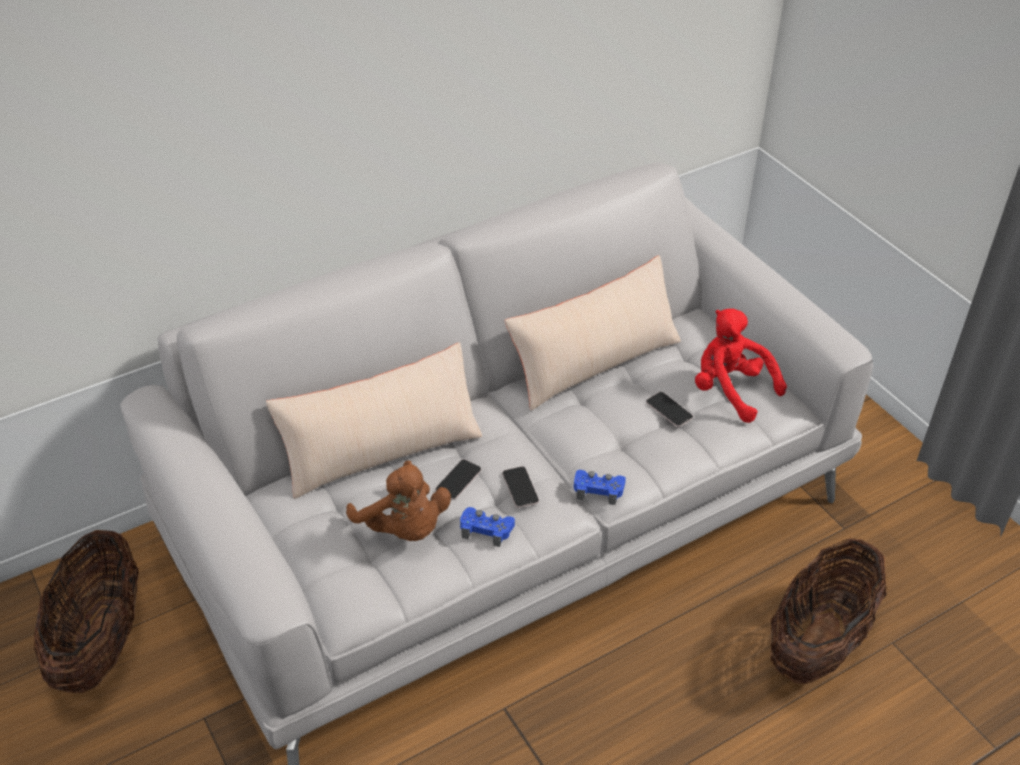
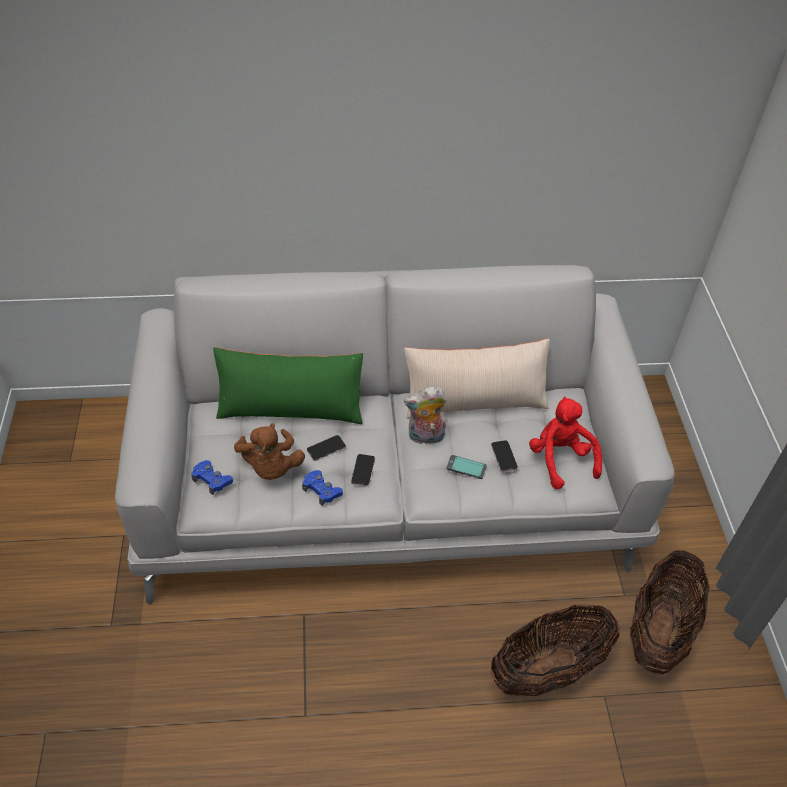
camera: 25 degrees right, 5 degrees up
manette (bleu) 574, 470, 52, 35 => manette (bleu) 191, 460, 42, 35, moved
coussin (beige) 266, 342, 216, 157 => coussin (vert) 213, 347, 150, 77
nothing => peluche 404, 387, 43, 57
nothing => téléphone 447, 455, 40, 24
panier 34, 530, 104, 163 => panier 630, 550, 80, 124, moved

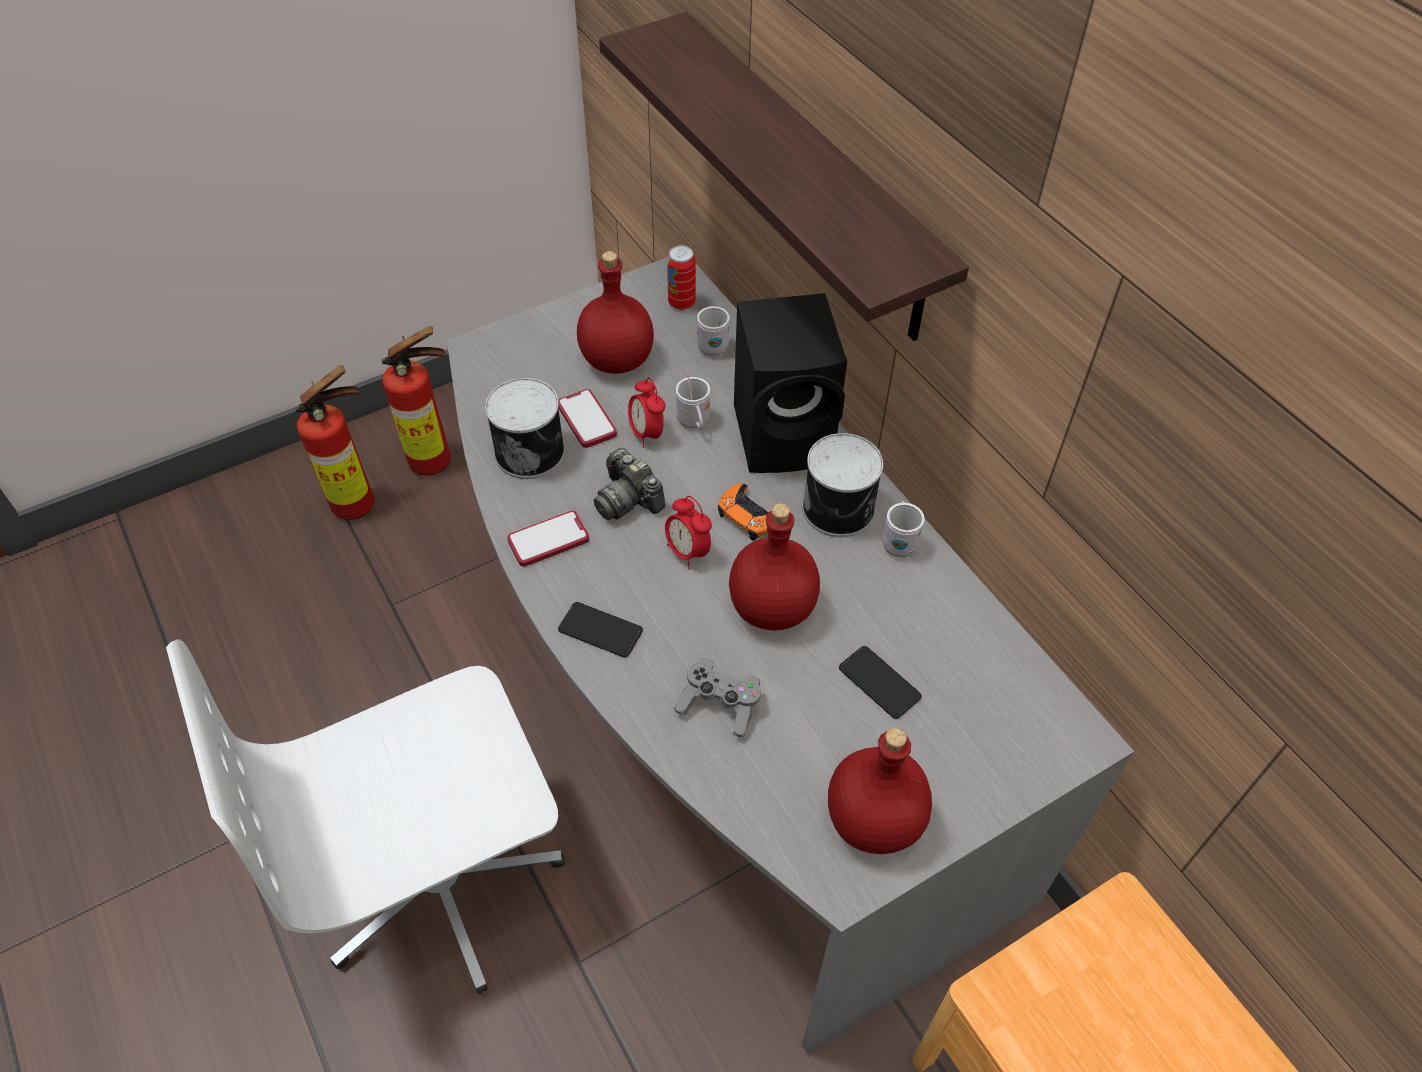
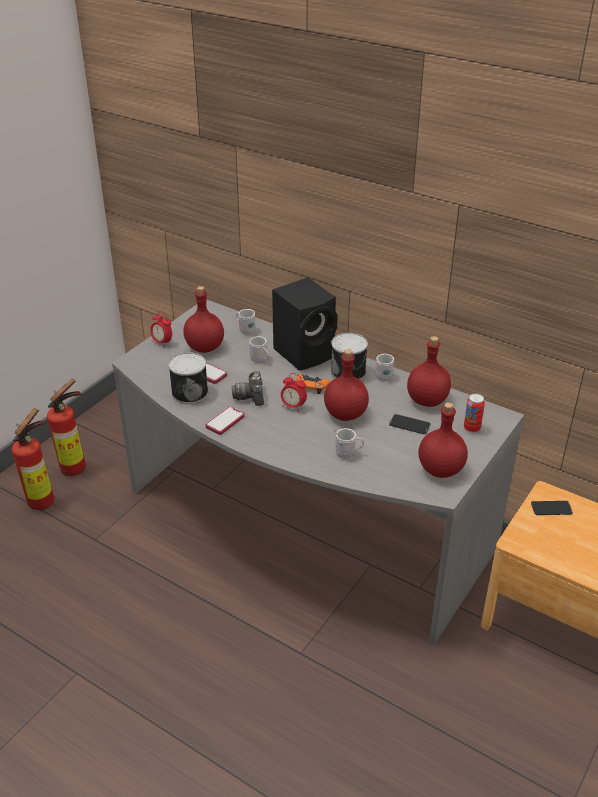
camera: 25 degrees left, 15 degrees down
réveil 628, 378, 37, 70 => réveil 150, 311, 22, 35, moved
appareil photo 593, 448, 73, 72 => appareil photo 231, 371, 33, 35, 60 degrees clockwise
manette (gris) 674, 659, 87, 78 => mug (blanc) 334, 428, 30, 31
nothing => bouteille (rouge) 407, 336, 44, 71
boîte métallique 667, 245, 29, 65 => boîte métallique 464, 393, 21, 40, moved
téléphone 558, 602, 85, 55 => téléphone 531, 501, 42, 14, moved
chaise de bureau (blanc) 166, 639, 399, 355 => nothing
étagère 599, 12, 370, 329 => nothing

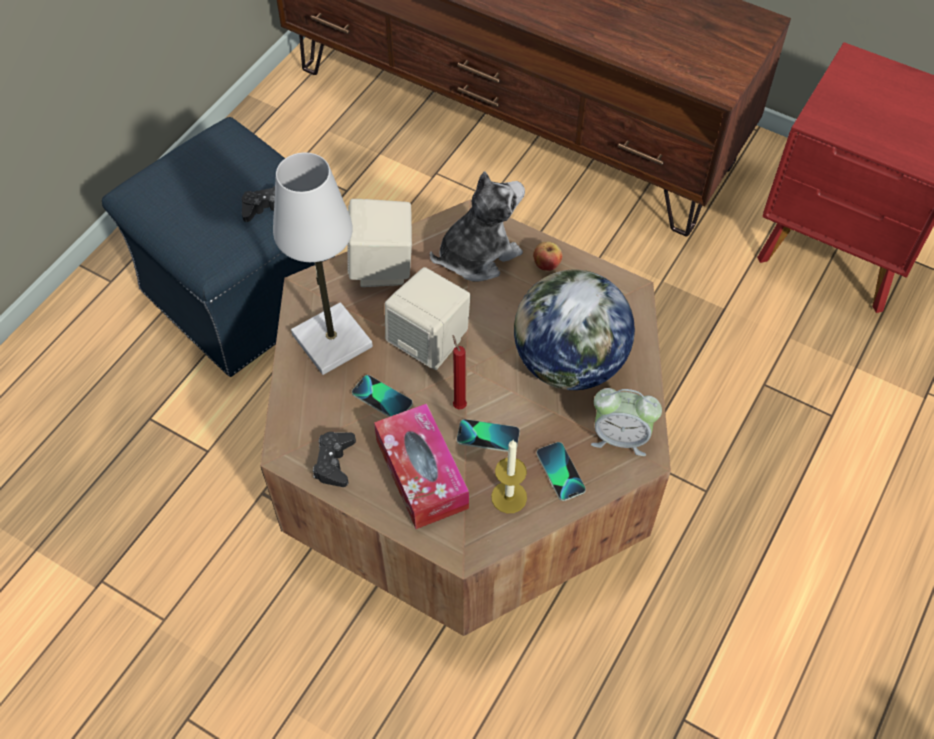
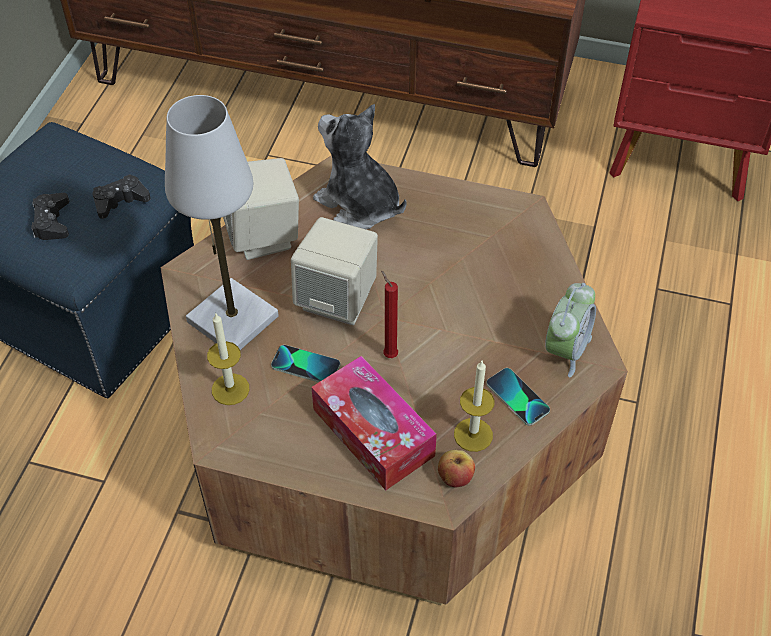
camera: 15 degrees left, 5 degrees down
manette (noir) 313, 432, 43, 55 => manette (noir) 31, 193, 38, 47, moved
nothing => bougie 207, 314, 42, 91
peluche 430, 171, 95, 110 => peluche 313, 104, 94, 125, 90 degrees counterclockwise
pomme 533, 241, 30, 30 => pomme 438, 450, 37, 37, moved
réveil 591, 388, 71, 68 => réveil 545, 283, 51, 94, 60 degrees counterclockwise
téléphone 457, 419, 63, 33 => nothing
globe 514, 270, 121, 120 => nothing

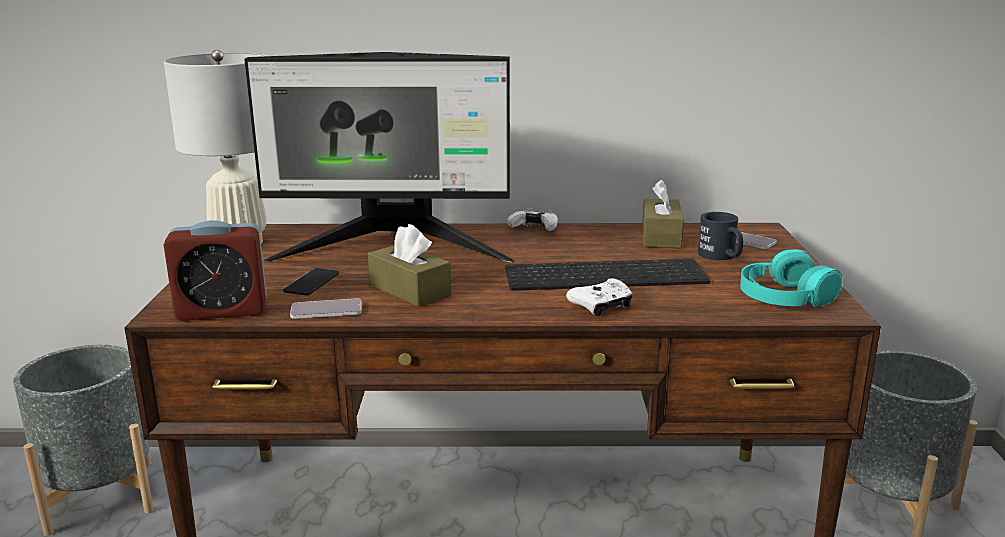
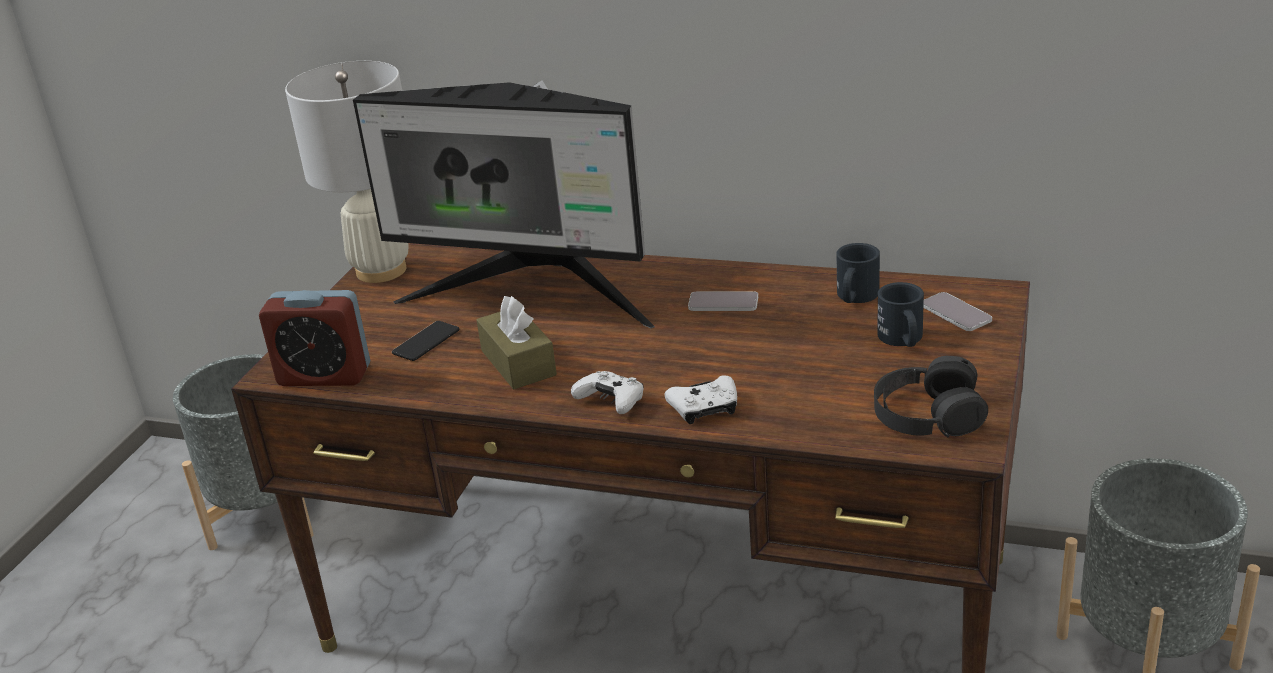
camera: 20 degrees right, 10 degrees up
manette (blanc) 507, 208, 51, 23 => manette (blanc) 571, 371, 73, 43, moved
téléphone 290, 299, 72, 20 => téléphone 688, 291, 70, 20, moved
boîte à mouchoirs (marron) 642, 180, 42, 68 => mug (noir) 836, 243, 44, 60
casque audio (turquoise) 740, 249, 103, 58 => casque audio (noir) 874, 356, 114, 81
clavier 505, 259, 205, 32 => nothing

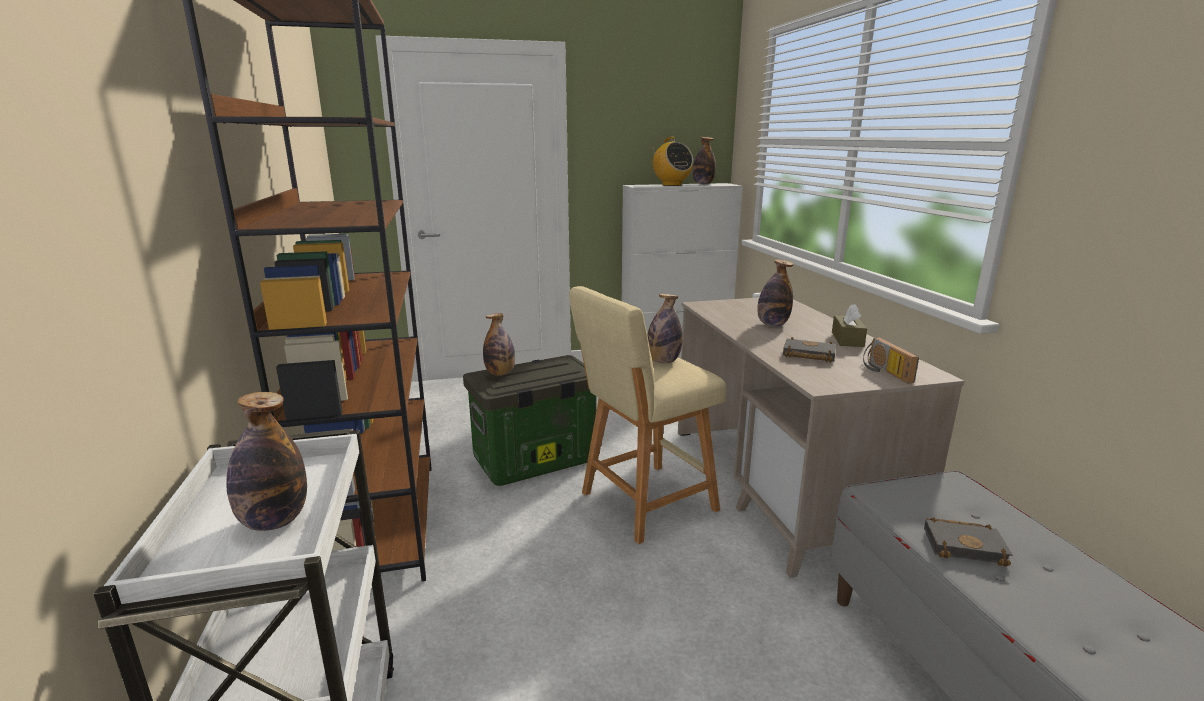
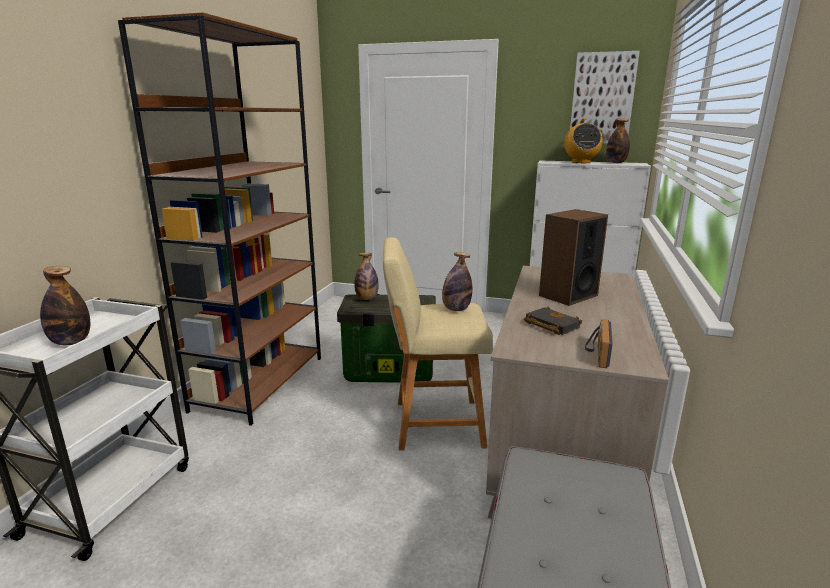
camera: 30 degrees right, 0 degrees up
bouteille 757, 259, 36, 68 => enceinte 539, 209, 69, 97
nothing => tableau 570, 51, 70, 93
boîte à mouchoirs (marron) 832, 304, 35, 43 => nothing
livre (noir) 924, 518, 88, 48 => nothing

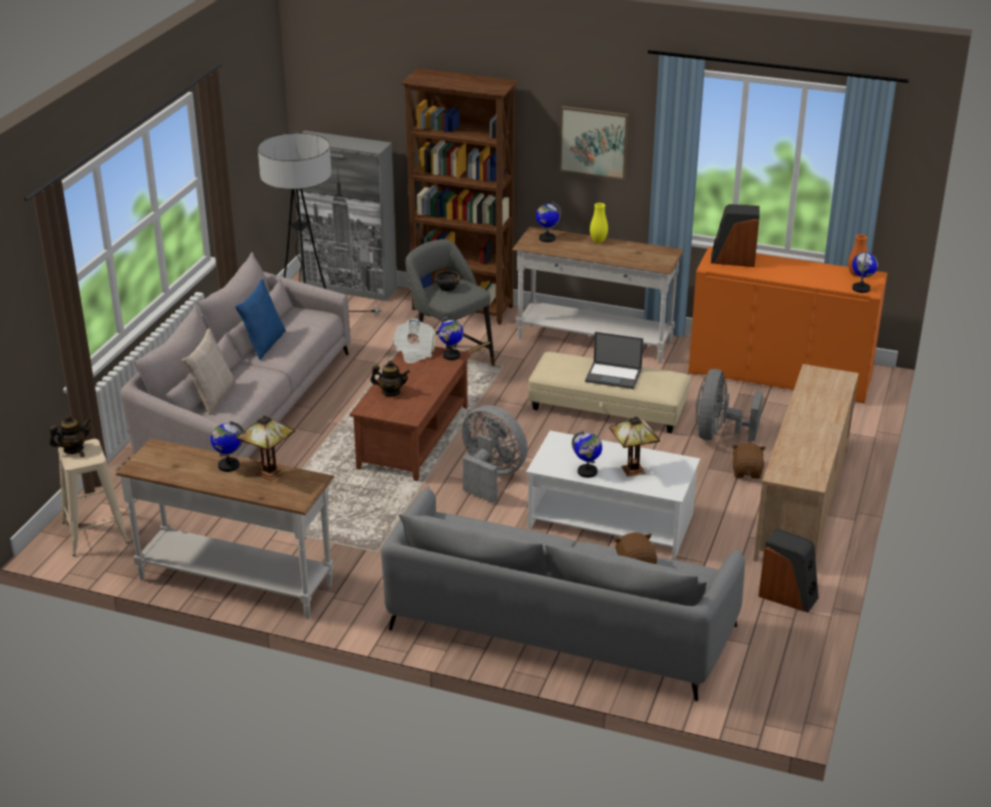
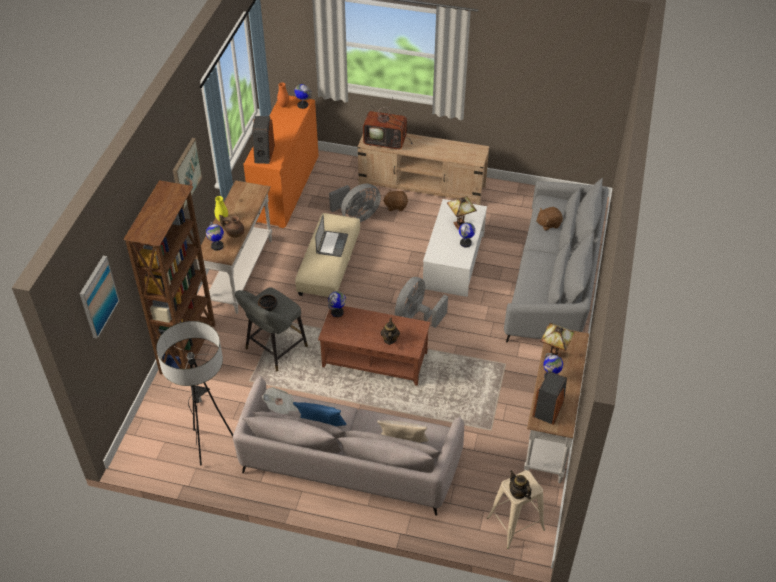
camera: 95 degrees left, 15 degrees up
nothing => tableau 80, 256, 40, 83
nothing => théière (marron) 219, 215, 25, 23
journal 393, 318, 43, 46 => journal 262, 387, 36, 27, moved
ventilateur (gris) 695, 369, 68, 72 => ventilateur (gris) 329, 183, 52, 39, 45 degrees counterclockwise
nothing => téléviseur 363, 102, 50, 48
enceinte 758, 528, 60, 85 => enceinte 533, 371, 34, 54, moved
meuble de rangement (gris) 295, 131, 102, 170 => nothing

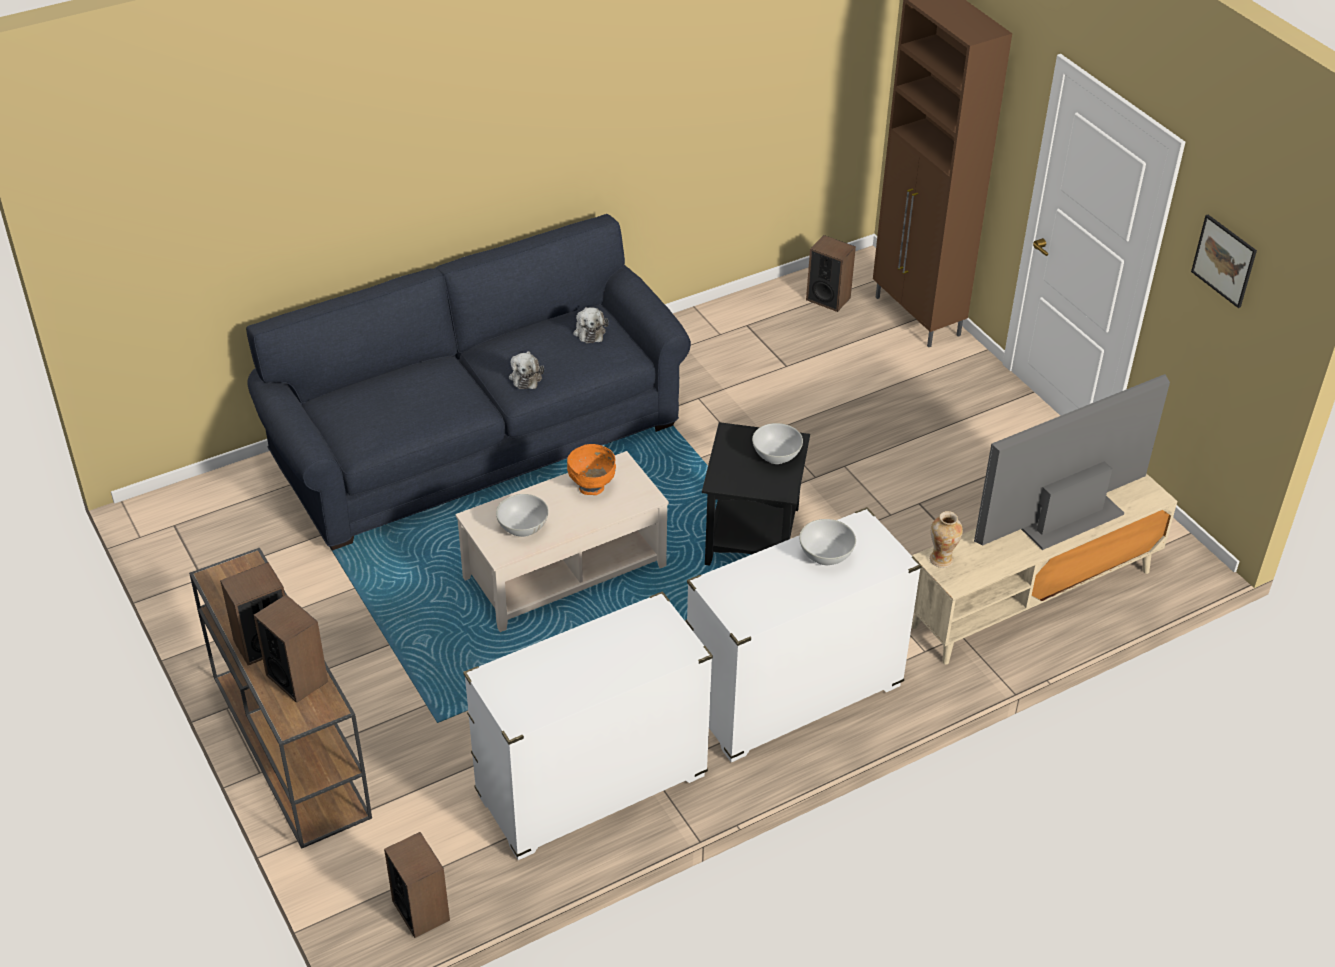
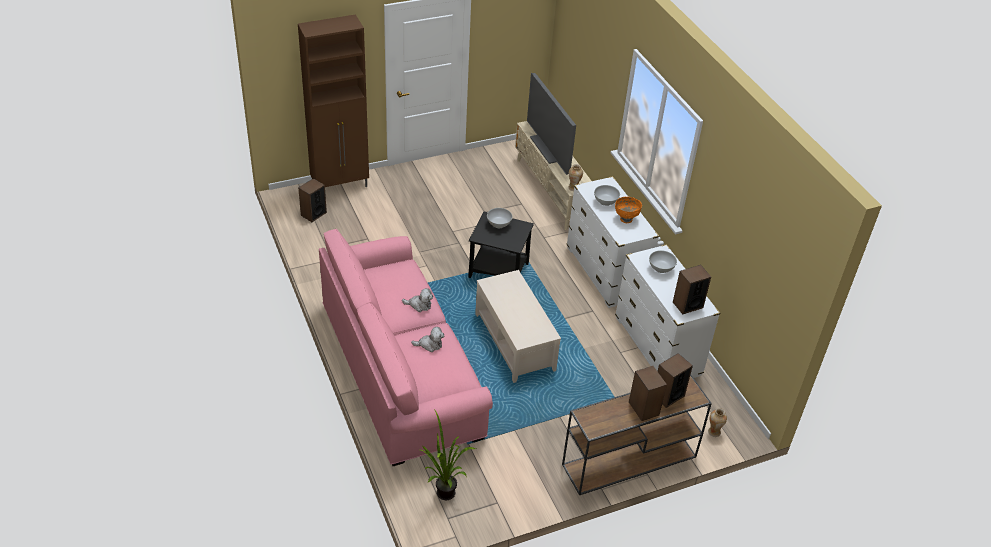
camera: 85 degrees left, 0 degrees up
canapé (bleu) 246, 214, 445, 337 => canapé (rose) 319, 229, 174, 237
peluche 573, 307, 35, 36 => peluche 411, 327, 33, 25, moved
nothing => plante en pot 421, 411, 55, 89
bol (orange) 567, 444, 49, 51 => bol (orange) 615, 197, 27, 26, moved
bol (blanc) 496, 494, 53, 43 => bol (blanc) 649, 250, 28, 23, moved
enceinte 384, 832, 66, 106 => enceinte 673, 265, 38, 49, moved
nothing => vase 708, 408, 19, 29
tableau 1191, 215, 66, 93 => nothing

